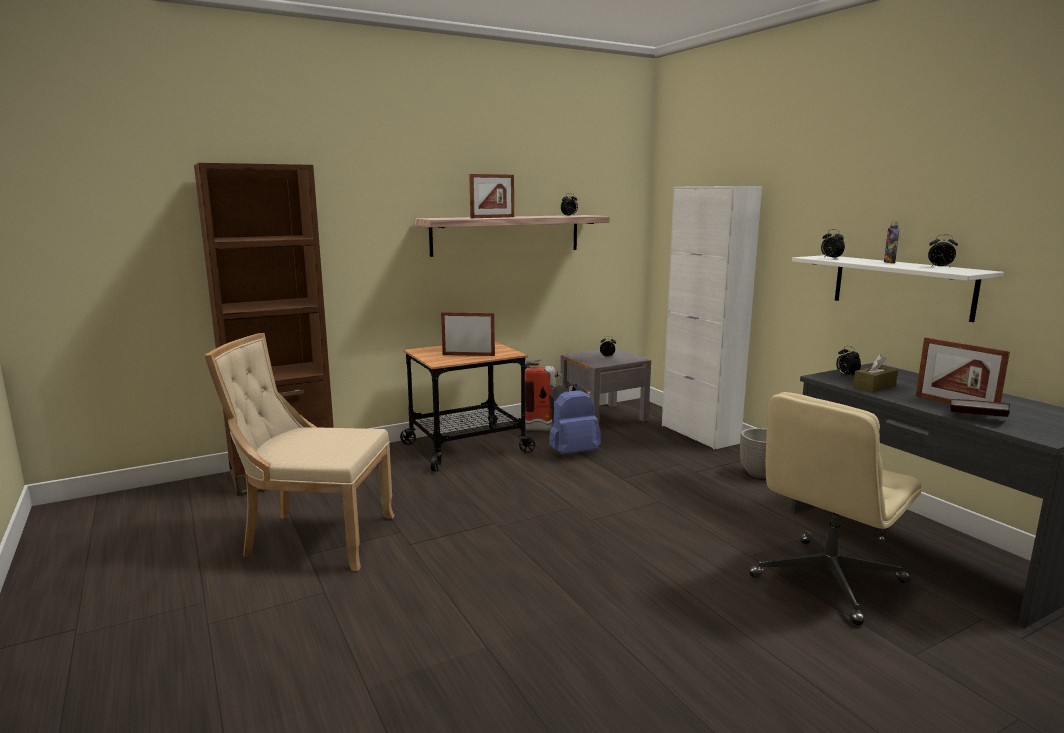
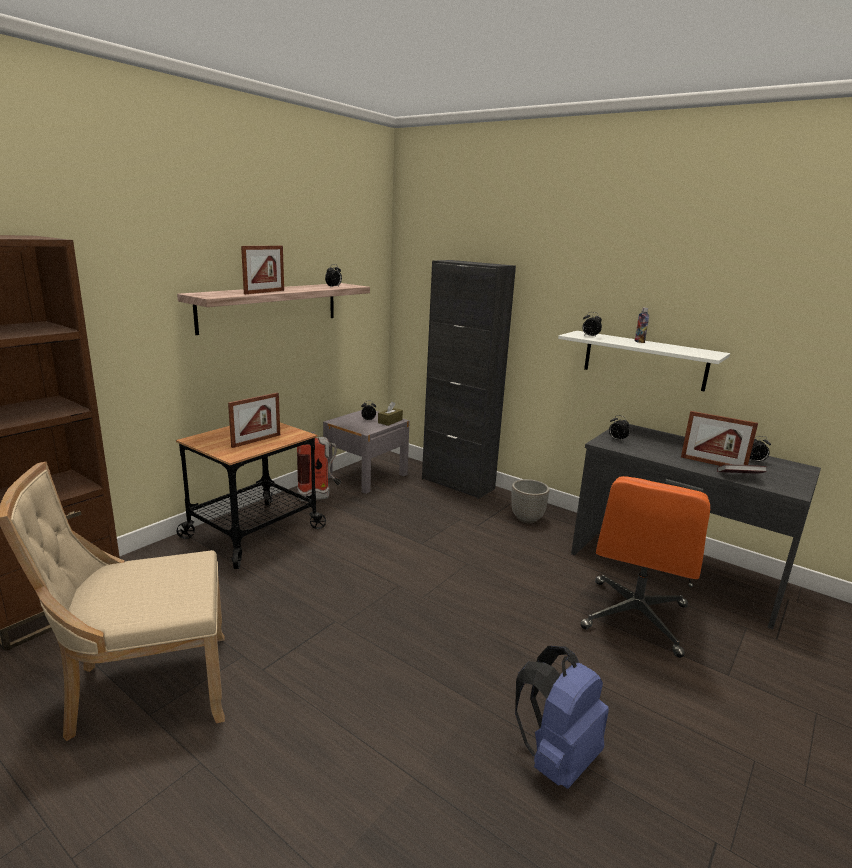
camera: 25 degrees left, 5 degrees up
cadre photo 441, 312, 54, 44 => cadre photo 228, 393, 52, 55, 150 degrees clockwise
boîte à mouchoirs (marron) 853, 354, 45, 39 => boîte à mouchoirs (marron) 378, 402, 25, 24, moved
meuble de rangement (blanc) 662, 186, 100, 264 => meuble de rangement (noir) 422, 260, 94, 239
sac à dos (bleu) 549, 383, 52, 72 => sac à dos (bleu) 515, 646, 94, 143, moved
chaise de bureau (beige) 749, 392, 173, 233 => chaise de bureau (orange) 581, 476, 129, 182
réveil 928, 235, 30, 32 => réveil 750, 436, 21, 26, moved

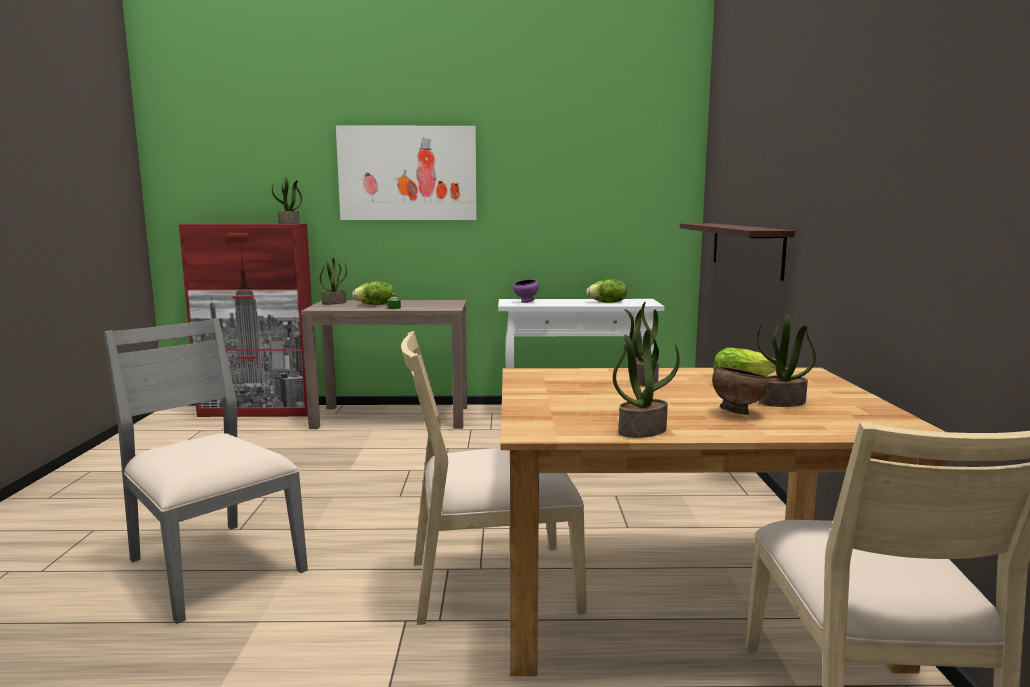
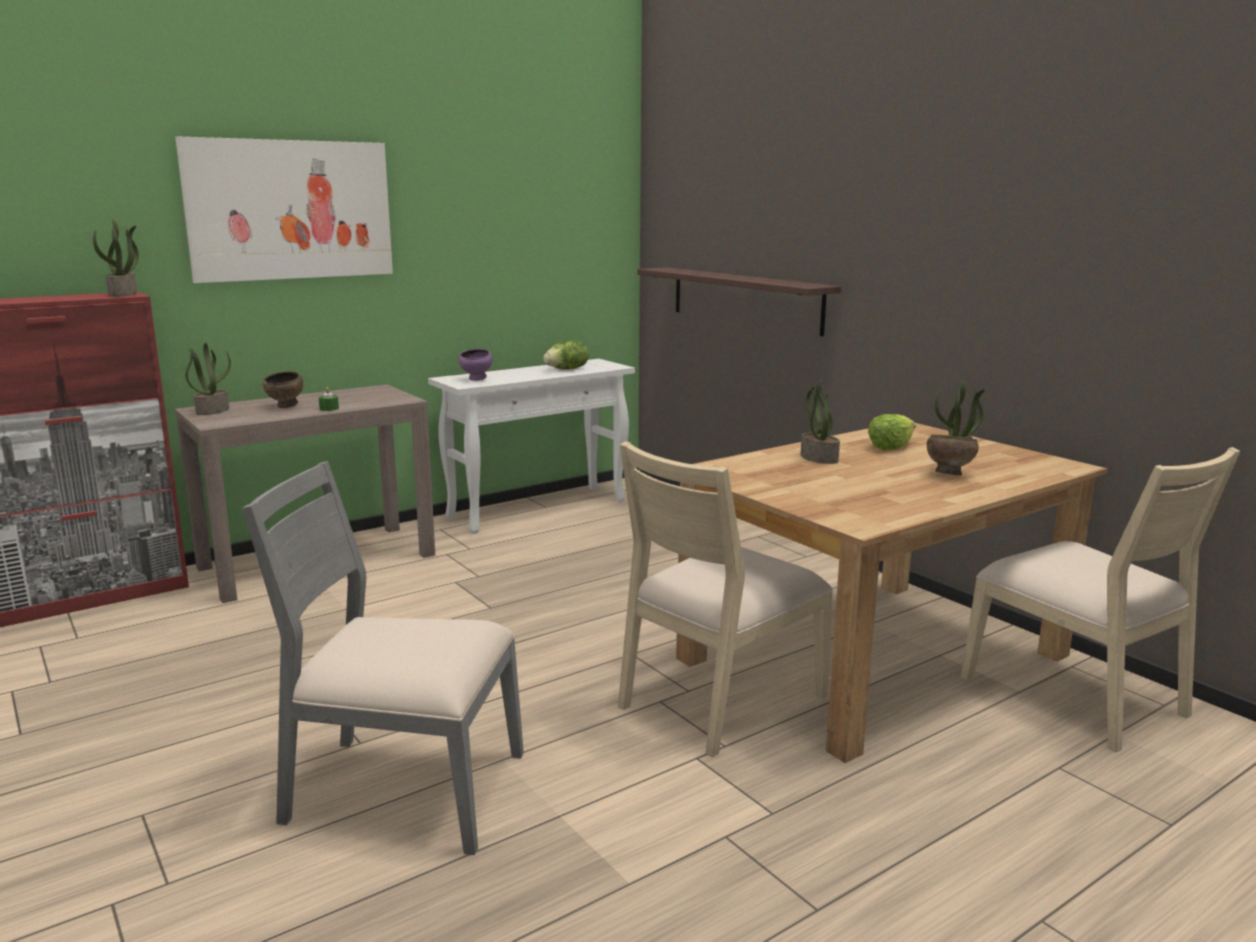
camera: 35 degrees left, 5 degrees up
laitue 352, 281, 42, 24 => bol (marron) 263, 371, 40, 37
plante en pot 613, 330, 67, 108 => nothing

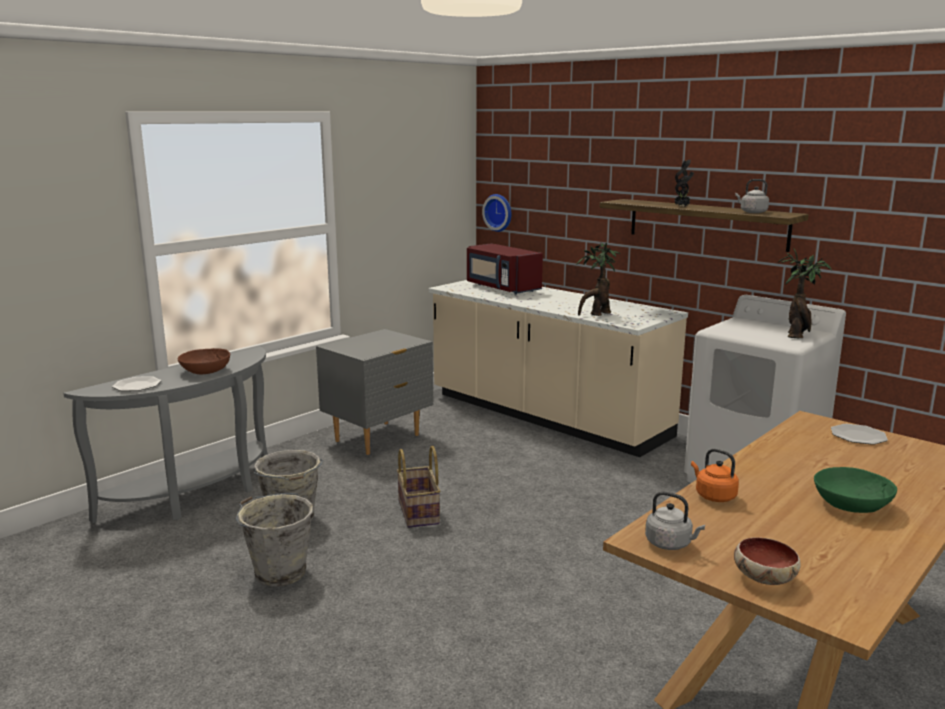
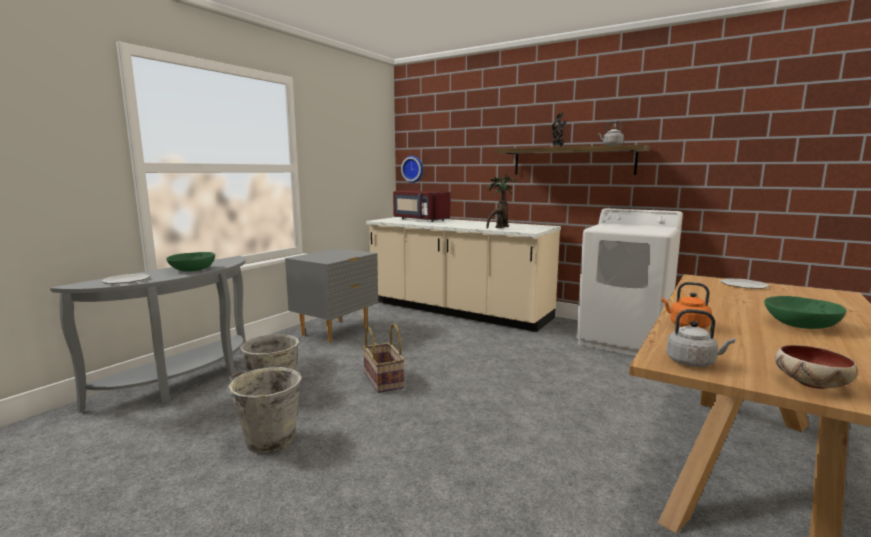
camera: 10 degrees left, 5 degrees down
bol (marron) 178, 348, 52, 26 => bol (vert) 166, 252, 49, 20
plante en pot 778, 248, 54, 90 => nothing

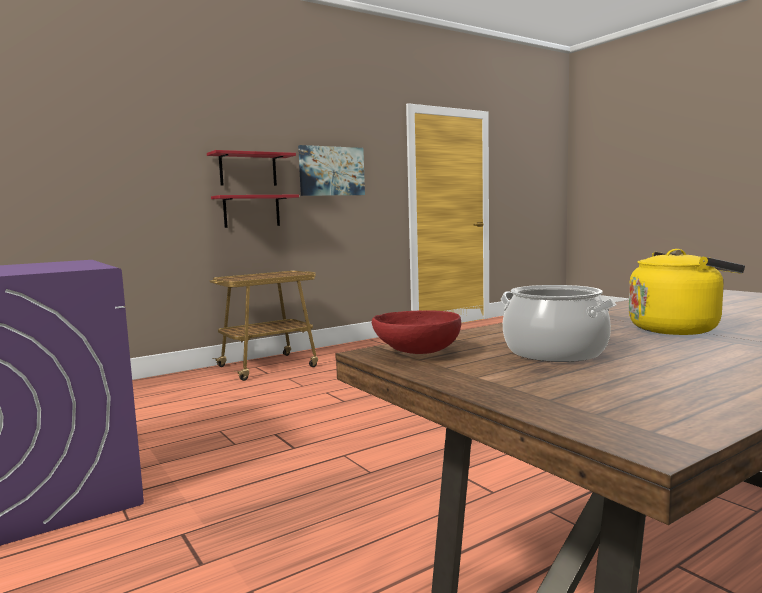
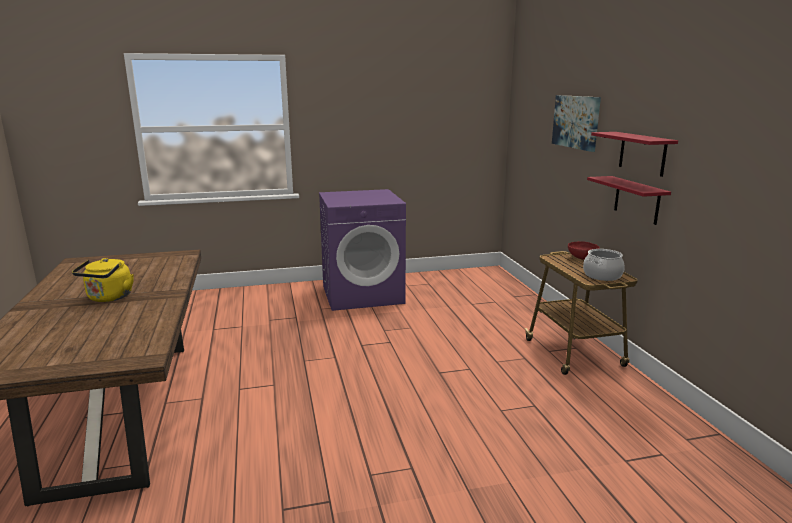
camera: 110 degrees right, 10 degrees up
tableau 298, 145, 67, 51 => tableau 552, 95, 49, 57, moved
bol (rouge) 372, 310, 89, 44 => bol (rouge) 568, 241, 32, 19, moved
marmite 501, 285, 115, 77 => marmite 583, 249, 42, 32, moved

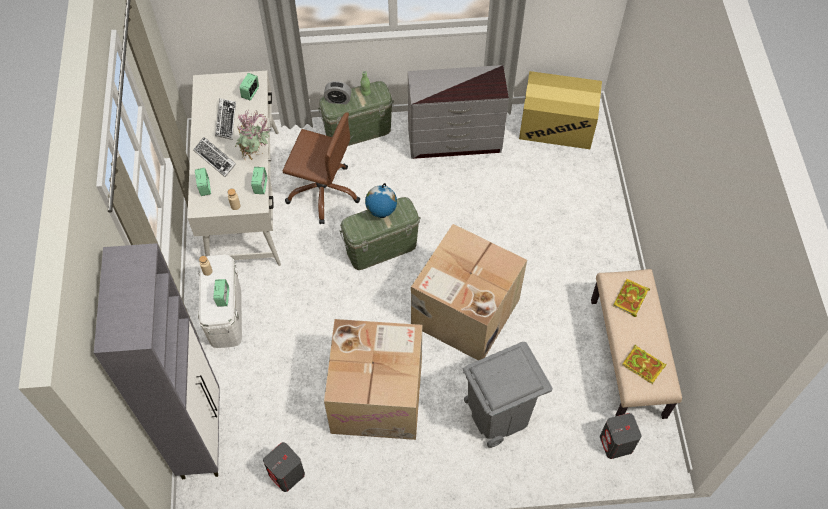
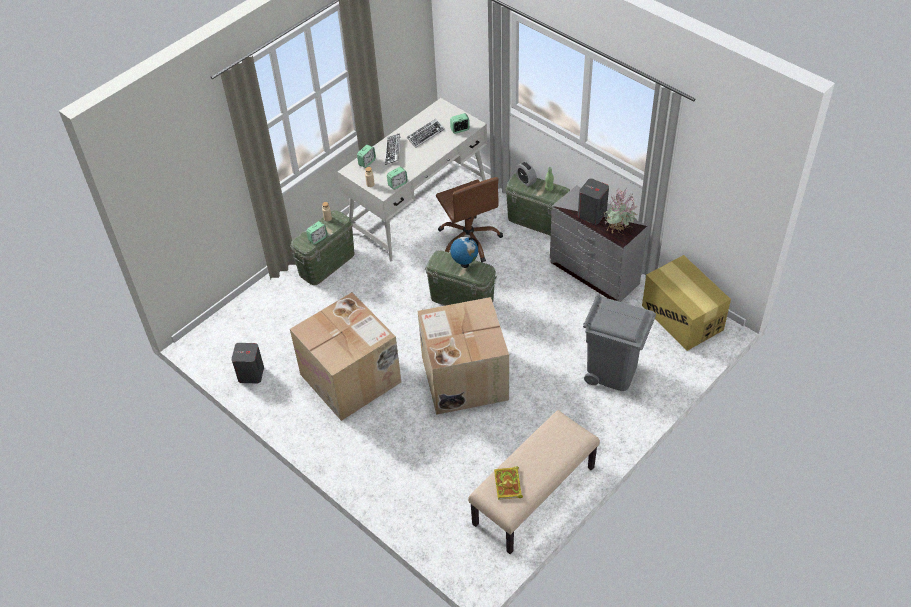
camera: 50 degrees right, 10 degrees down
boîte de rangement (blanc) 198, 255, 44, 93 => boîte de rangement (vert) 291, 210, 63, 75
enceinte (gris) 600, 413, 41, 46 => enceinte (gris) 578, 178, 31, 46, moved
poubelle (gris) 463, 342, 90, 106 => poubelle (gris) 583, 294, 73, 97, moved
plante en pot 235, 111, 35, 49 => plante en pot 604, 189, 33, 44, moved
meuble de rangement (gris) 94, 243, 126, 236 => nothing
livre 613, 279, 37, 38 => nothing

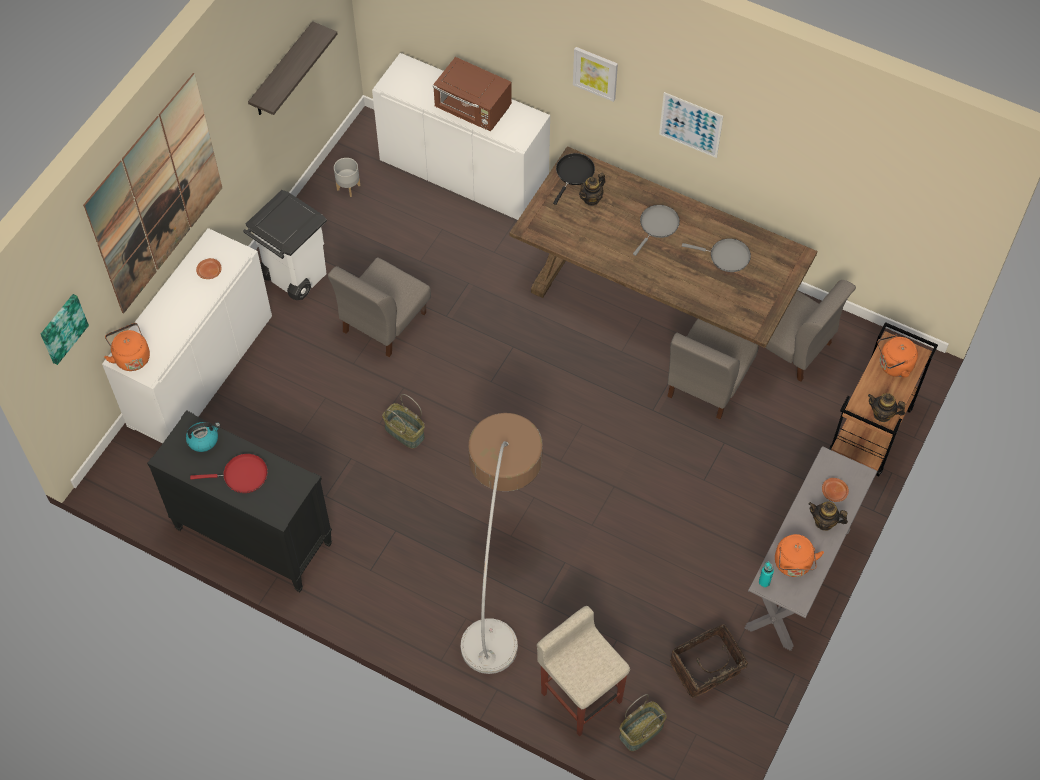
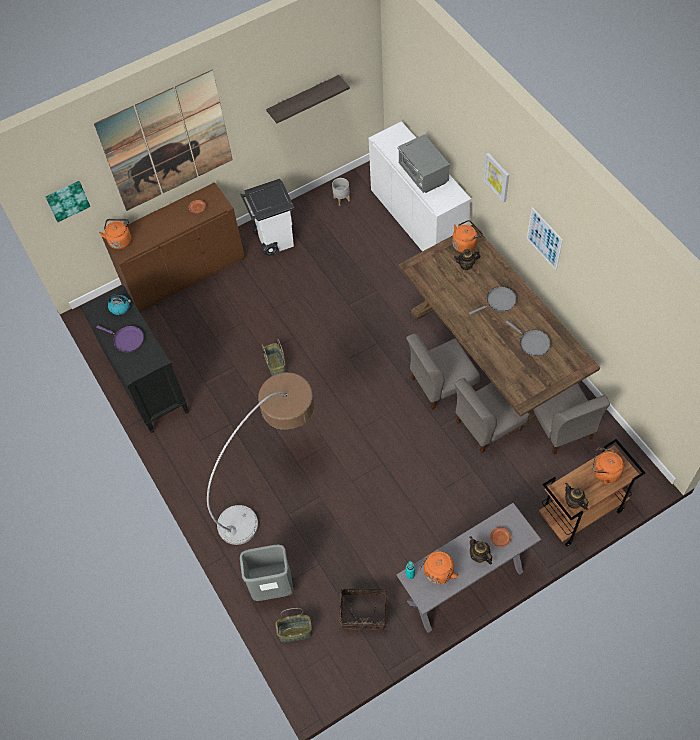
camera: 35 degrees right, 0 degrees up
poêle (rouge) 190, 453, 78, 40 => poêle (violet) 96, 325, 48, 27
meuble de rangement (blanc) 102, 228, 170, 215 => meuble de rangement (marron) 102, 182, 143, 130
tabouret (beige) 537, 606, 93, 130 => poubelle (gris) 240, 545, 53, 56
micro-ondes (marron) 433, 57, 79, 74 => micro-ondes (gris) 398, 134, 52, 59
chaise (gris) 328, 257, 103, 100 => chaise (gris) 406, 333, 74, 77, moved
poêle (noir) 553, 153, 42, 52 => bouilloire (orange) 452, 220, 31, 33

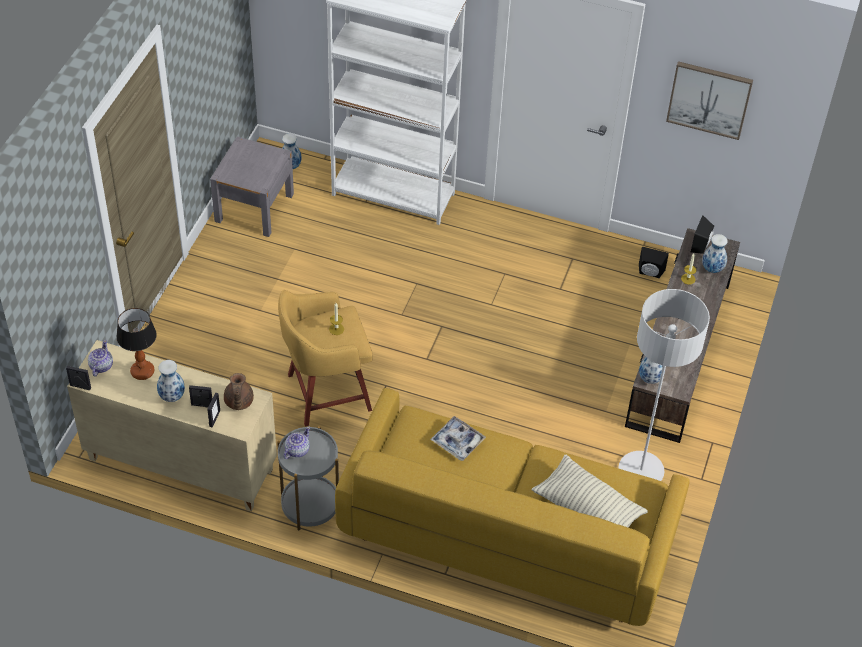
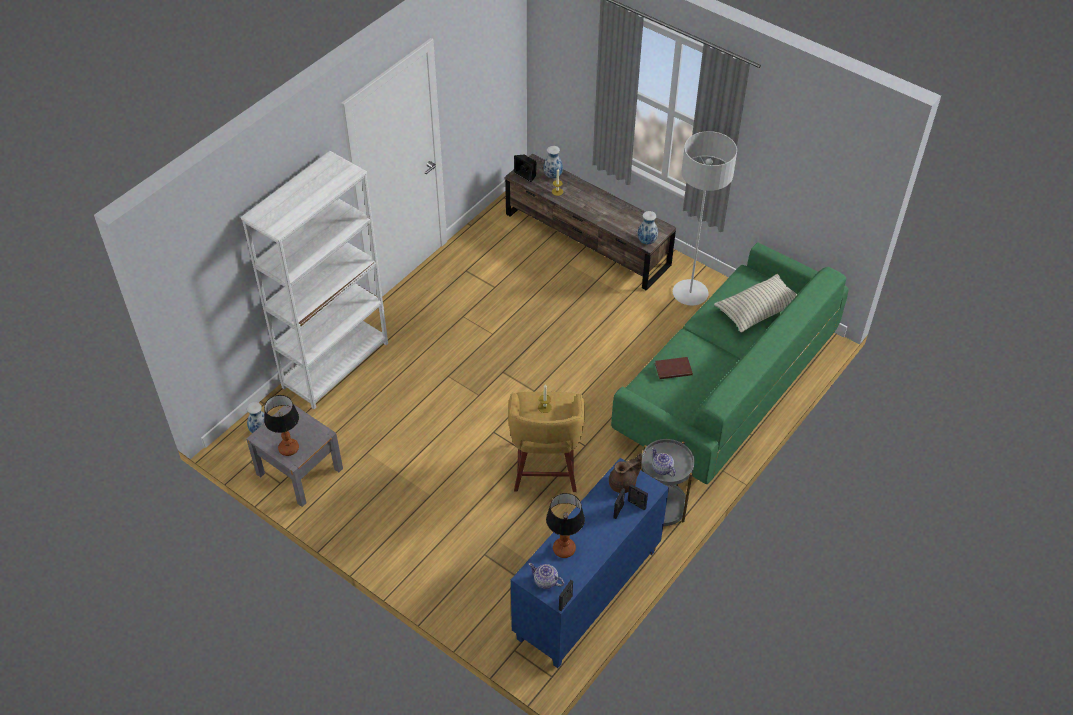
camera: 70 degrees left, 0 degrees up
nothing => lampe de table 264, 395, 35, 61
meuble de rangement (beige) 67, 340, 210, 171 => meuble de rangement (bleu) 511, 458, 158, 210
théière (marron) 224, 373, 30, 37 => théière (marron) 609, 453, 33, 40, 45 degrees counterclockwise
canapé (jaune) 335, 388, 355, 238 => canapé (vert) 611, 242, 238, 242
plateau 430, 416, 56, 45 => livre (marron) 655, 357, 38, 22
vase 157, 360, 28, 42 => nothing
enceinte (noir) 639, 247, 30, 32 => nothing
tableau 666, 61, 87, 79 => nothing

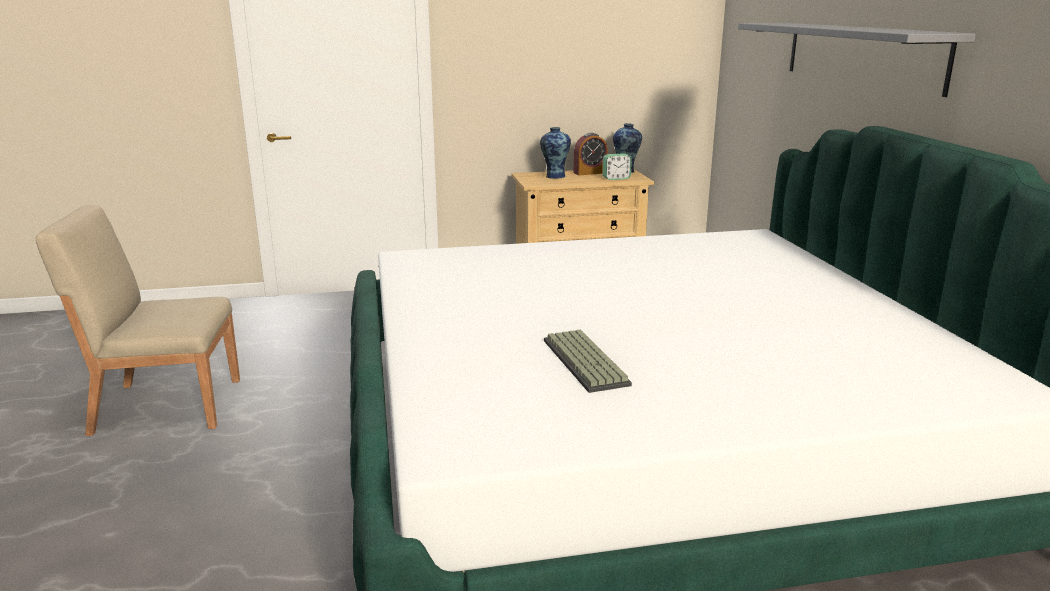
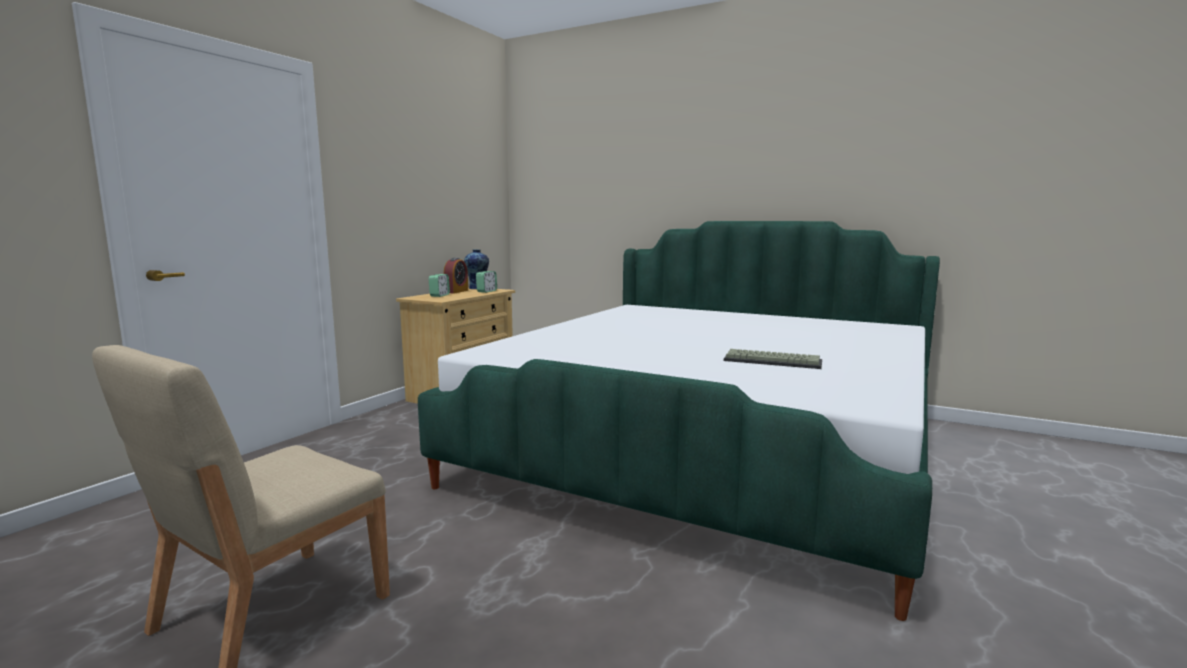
camera: 50 degrees left, 10 degrees down
vase 540, 127, 31, 52 => réveil 429, 274, 21, 23
étagère (gris) 738, 23, 238, 74 => nothing

